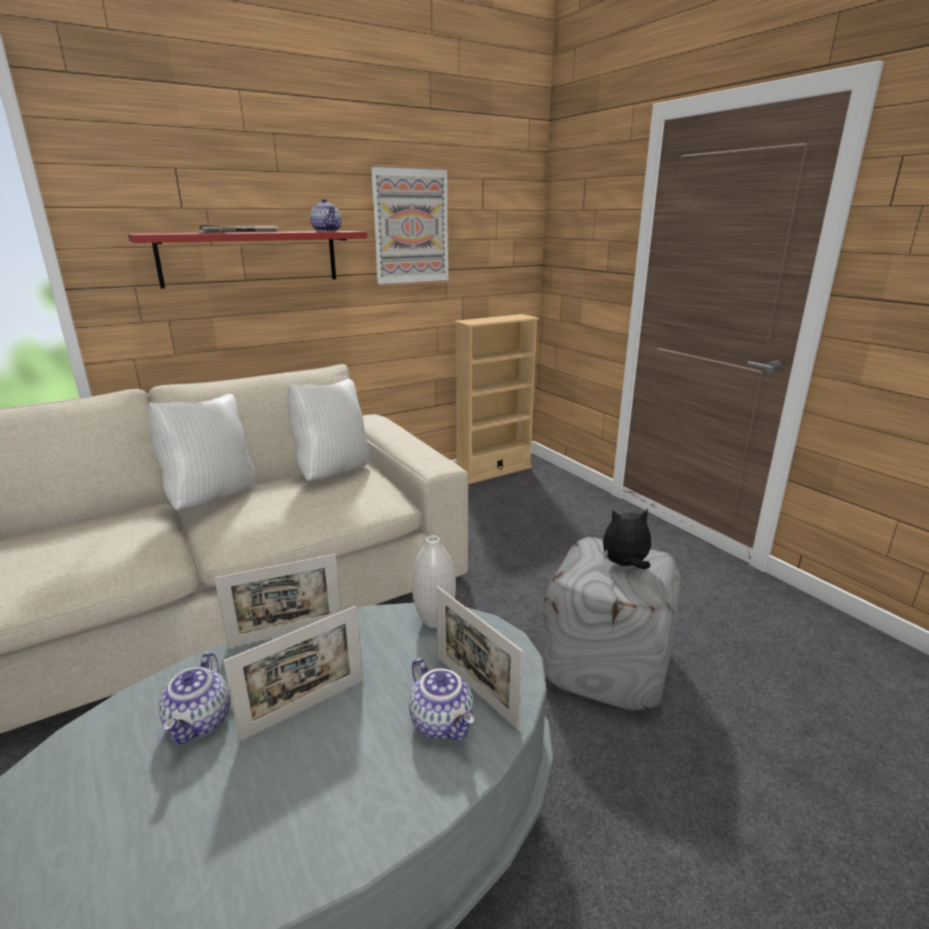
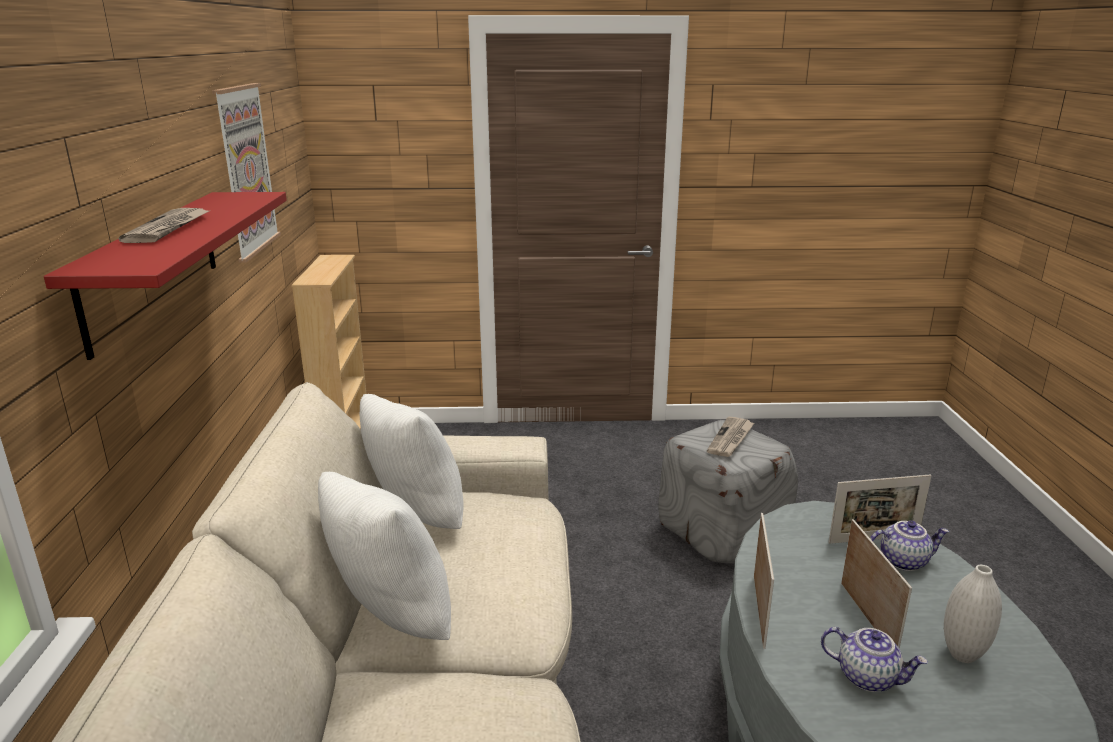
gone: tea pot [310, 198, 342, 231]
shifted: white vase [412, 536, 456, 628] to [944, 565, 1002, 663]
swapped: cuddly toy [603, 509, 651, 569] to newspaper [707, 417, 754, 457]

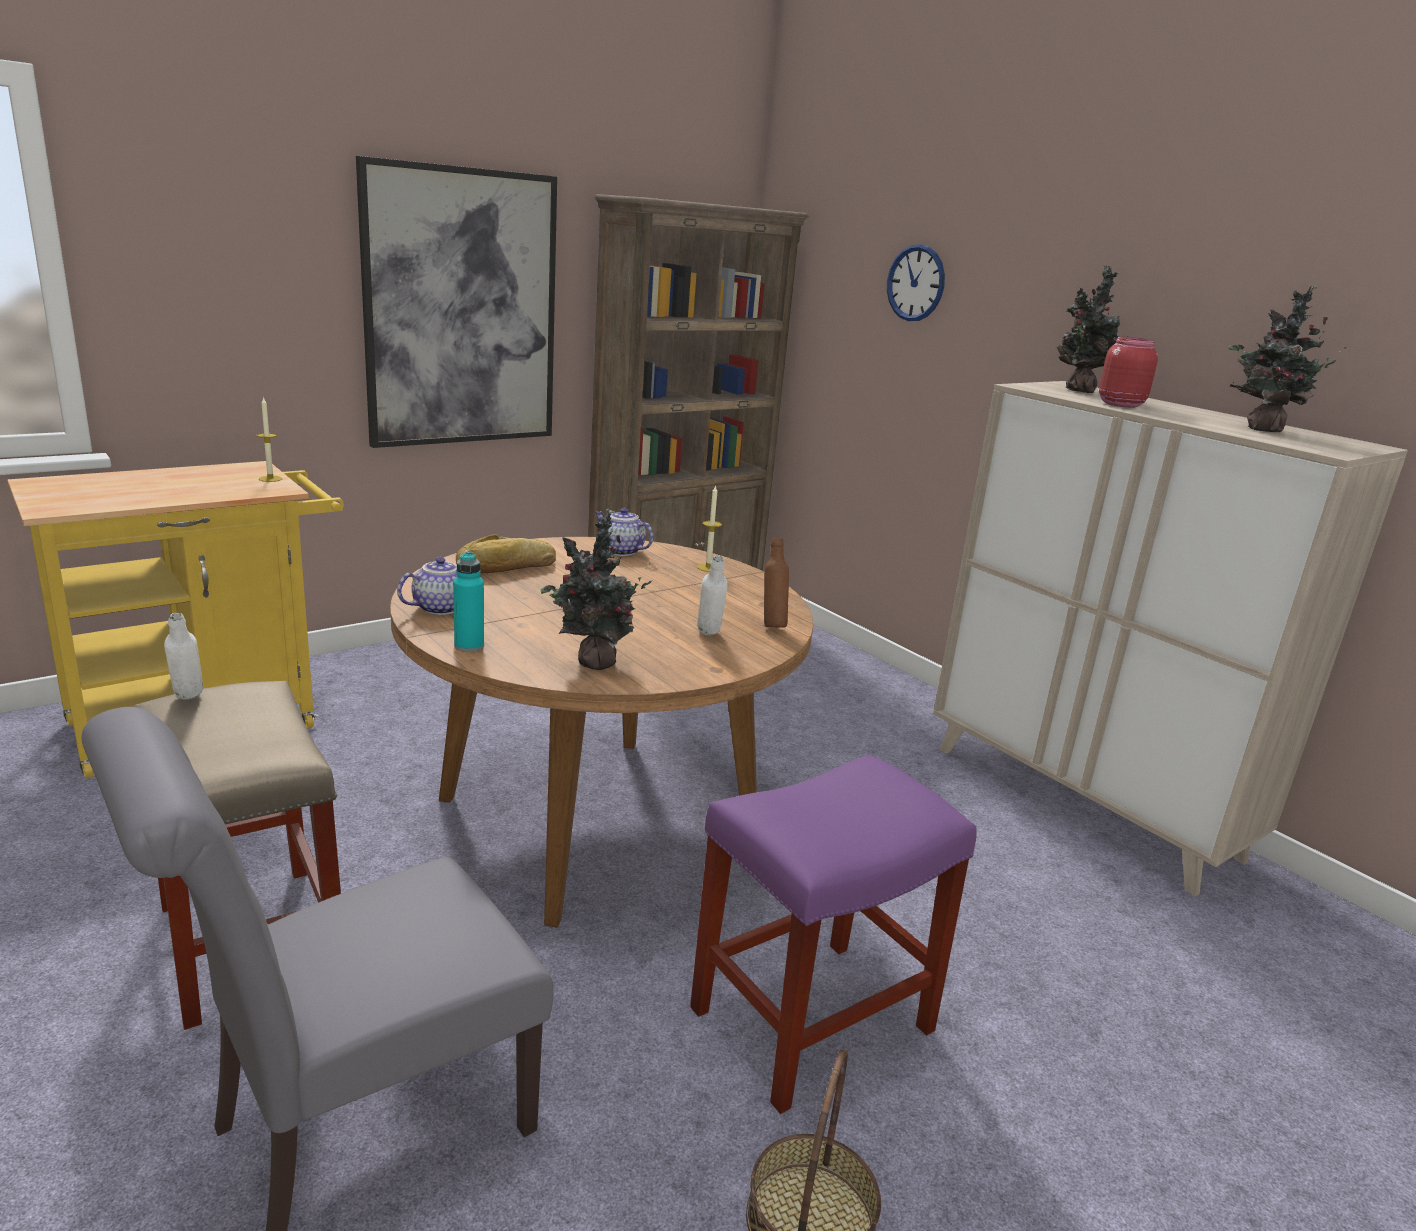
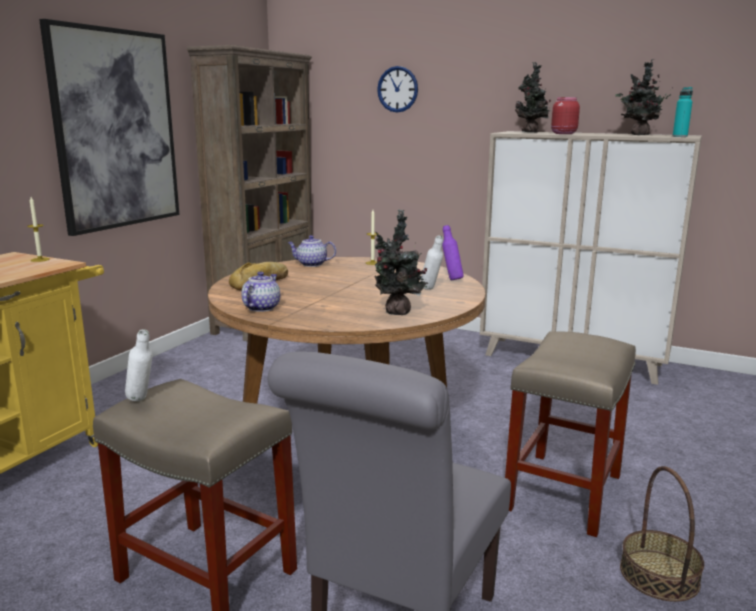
shifted: blue-green beverage bottle [453, 552, 484, 652] to [672, 87, 693, 137]
repainted: purplish sitting stool [690, 754, 977, 1114] to beige sitting stool [505, 331, 636, 537]; brownish beverage bottle [764, 538, 789, 628] to purplish beverage bottle [442, 225, 463, 280]

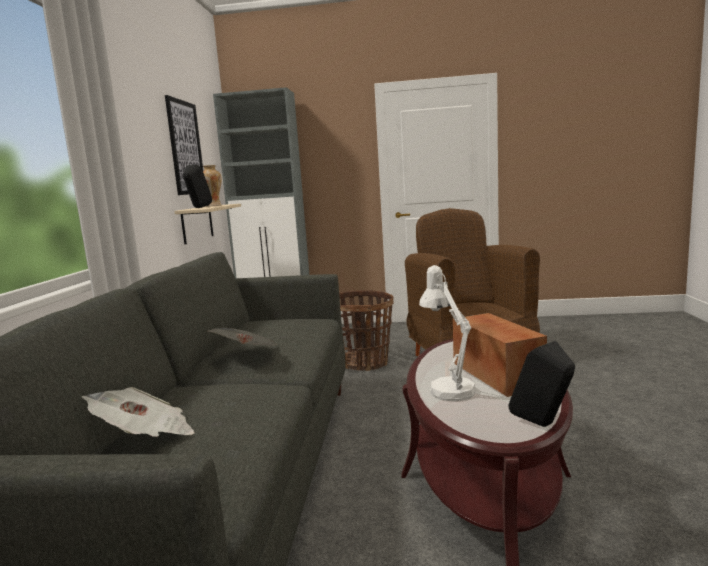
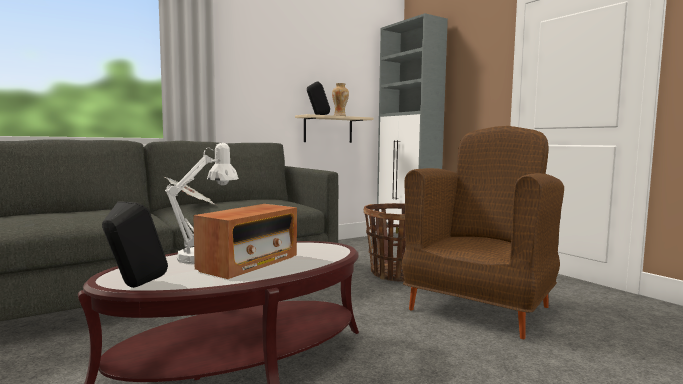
gone: newspaper [81, 387, 195, 437]; picture [165, 95, 203, 195]

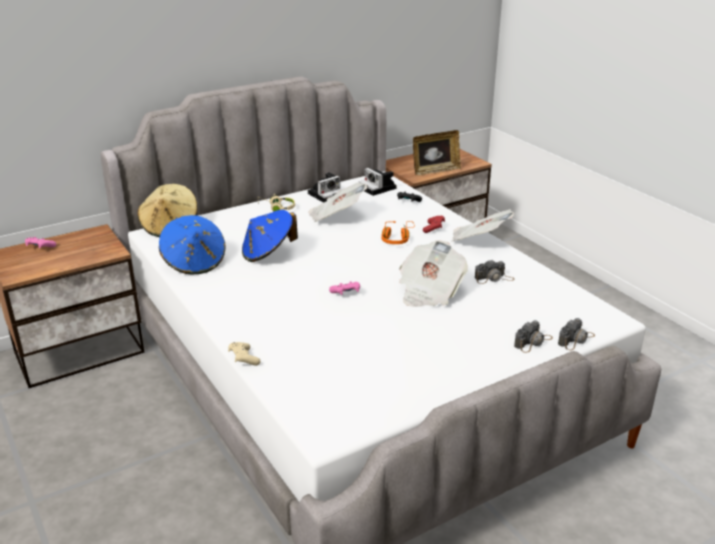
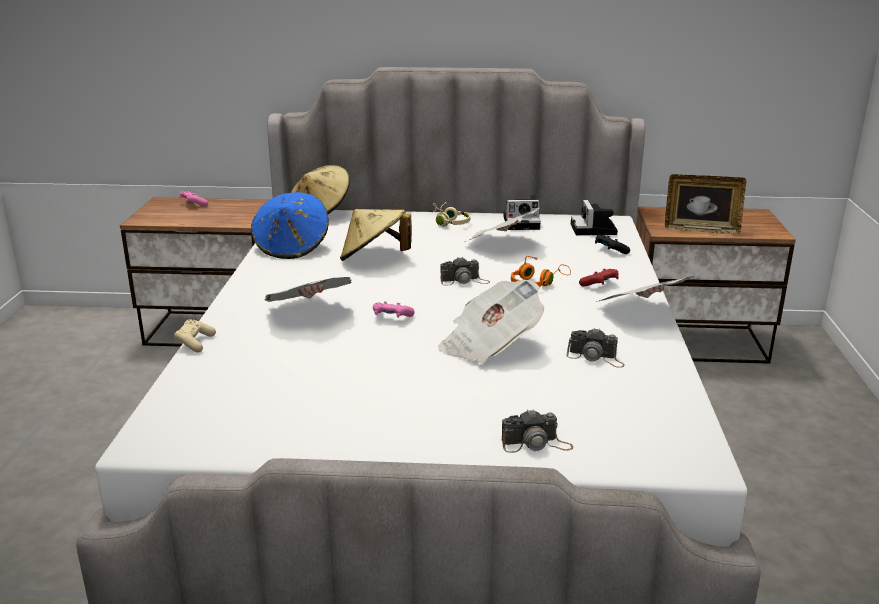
new: newspaper [265, 277, 352, 302]
shifted: still camera [558, 318, 595, 350] to [440, 257, 490, 286]
repainted: bluish clothing hat [242, 210, 298, 262] to beige clothing hat [340, 209, 412, 261]

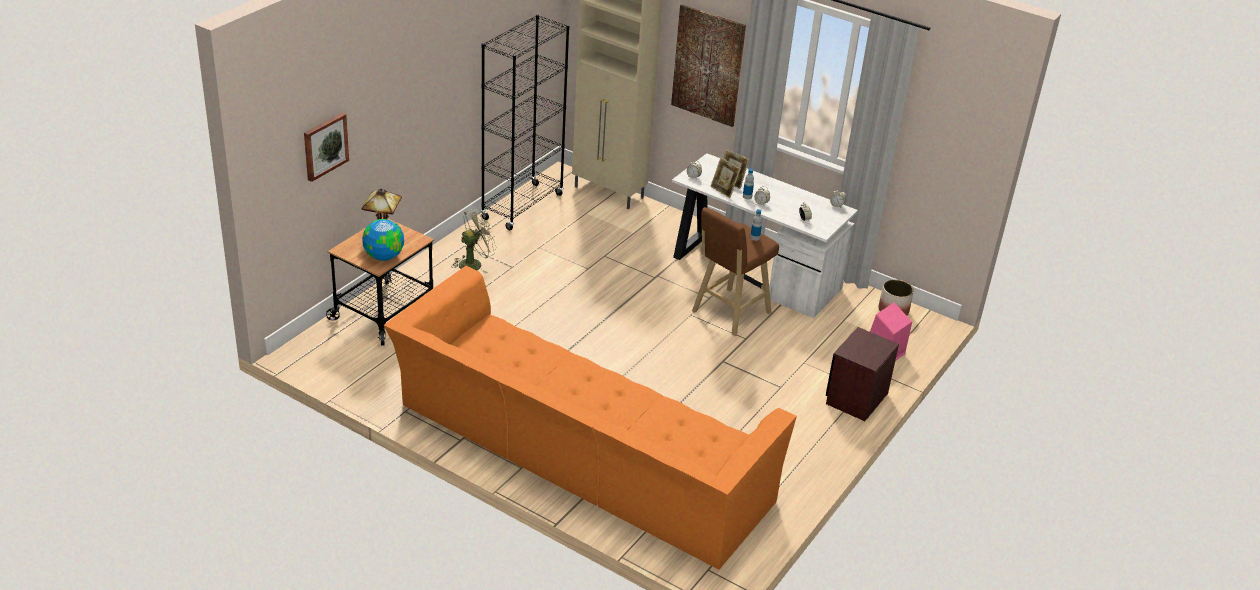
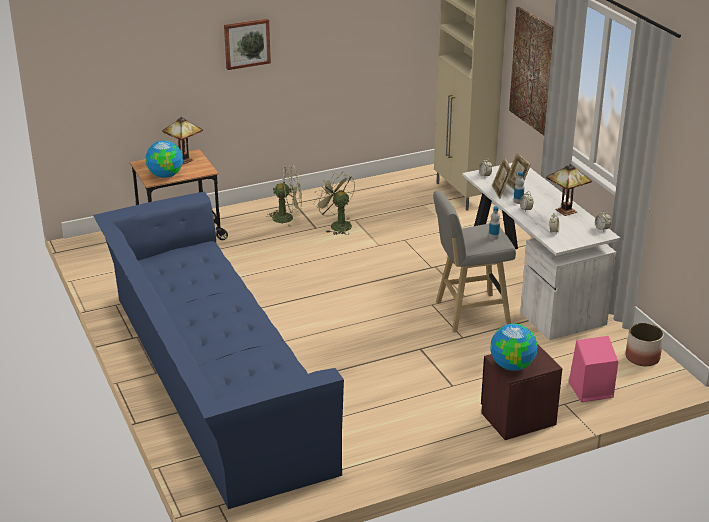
gone: blackish shelving unit [481, 14, 569, 230]
new: green-coloured fan [314, 172, 355, 235]; globe [490, 324, 538, 371]; tabletop lamp [546, 164, 592, 216]
shifted: picture [304, 112, 349, 182] to [224, 19, 271, 70]
repainted: orange-coloured couch [384, 266, 797, 570] to bluish couch [93, 191, 344, 509]; brownish sitting stool [692, 207, 779, 336] to grey sitting stool [433, 190, 516, 332]

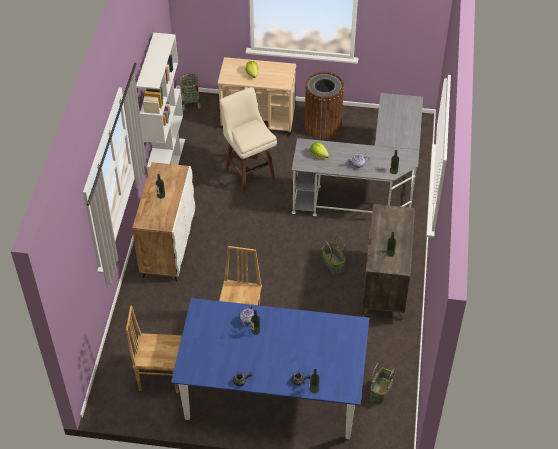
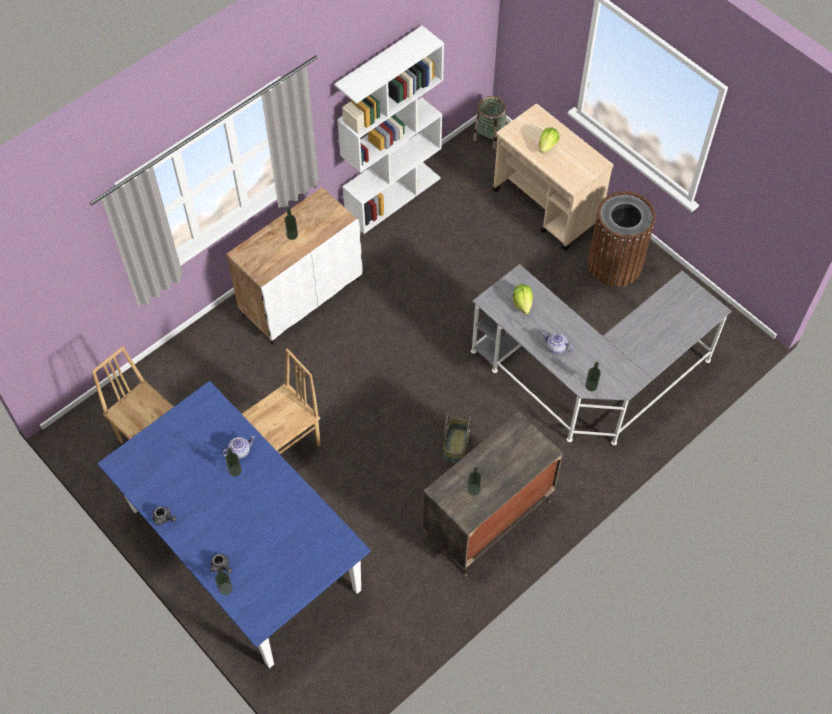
gone: beige sitting stool [220, 87, 277, 193]; storage basket [370, 363, 395, 403]

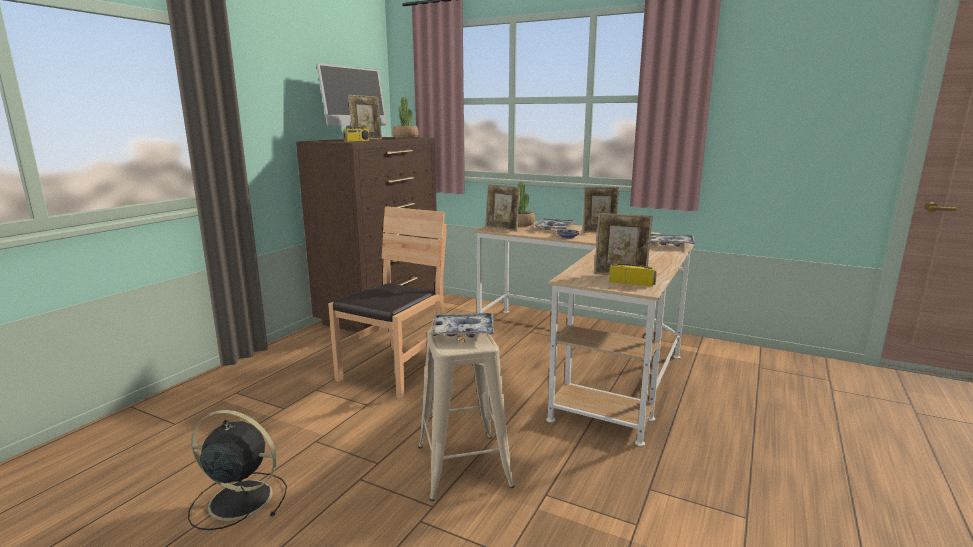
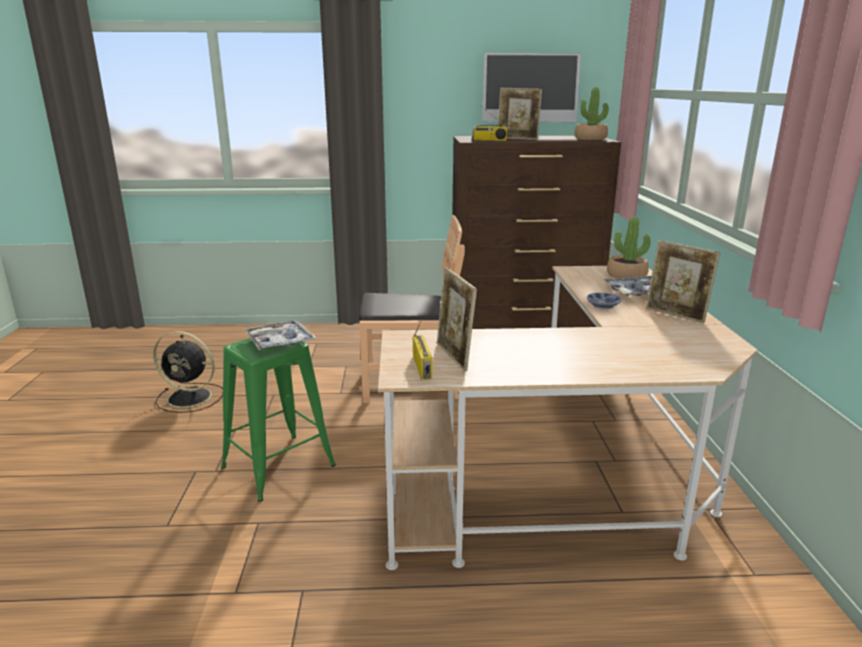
gone: picture frame [485, 184, 521, 232]; carrying tray [650, 234, 695, 247]
repainted: beige sitting stool [418, 330, 515, 501] to green-coloured sitting stool [221, 338, 336, 502]
rotated: blackish fan [188, 410, 287, 530] = [153, 331, 223, 413] 120 degrees clockwise

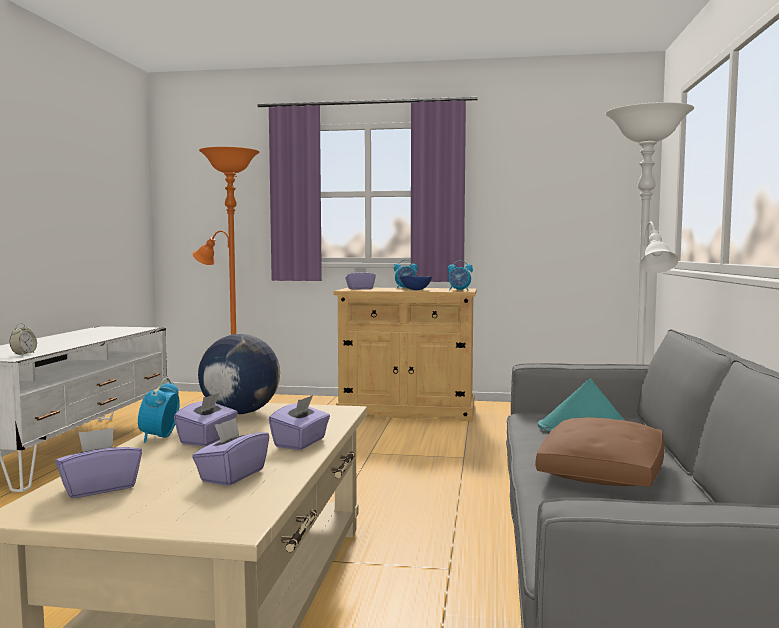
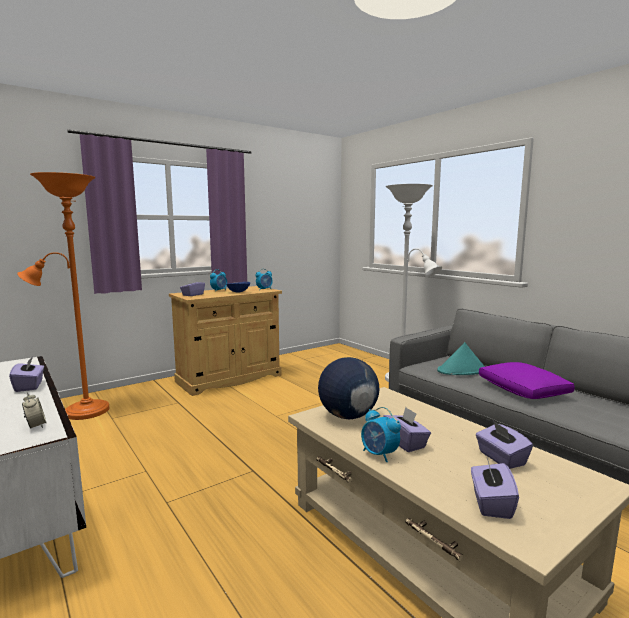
shifted: purplish tissue box [269, 395, 330, 450] to [9, 357, 44, 392]
repainted: brownish pillow [536, 417, 664, 487] to purplish pillow [479, 362, 575, 399]

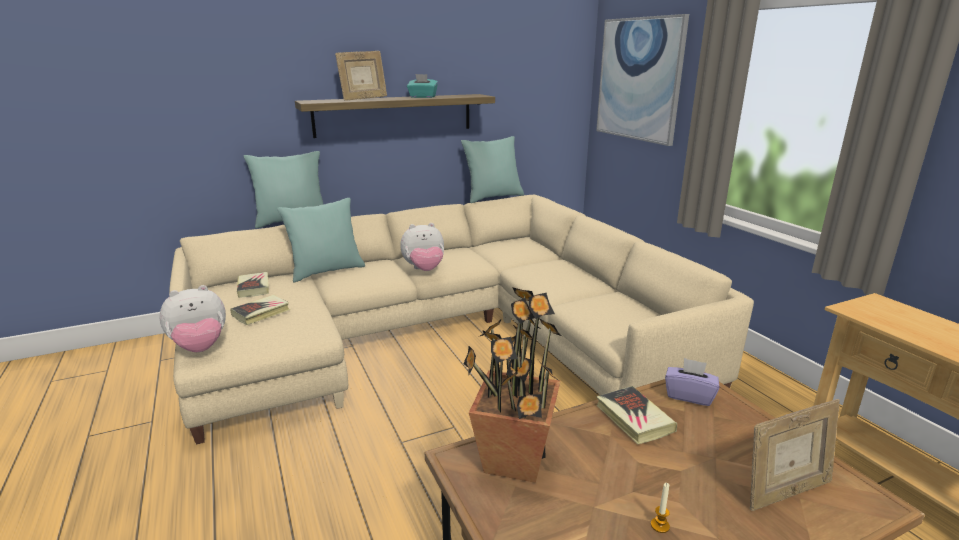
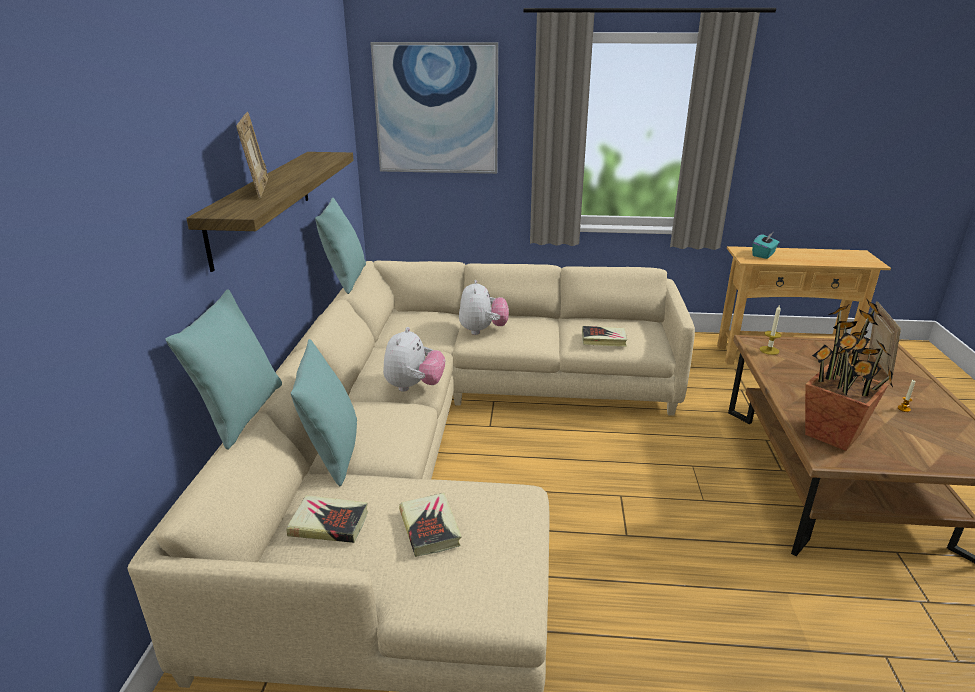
shifted: cuddly toy [159, 285, 226, 352] to [459, 280, 509, 335]; blue-green tissue box [407, 74, 438, 98] to [752, 232, 779, 259]; volume [596, 386, 677, 444] to [582, 326, 627, 347]
swapped: purplish tissue box [665, 358, 719, 406] to wax candle [760, 304, 782, 355]

